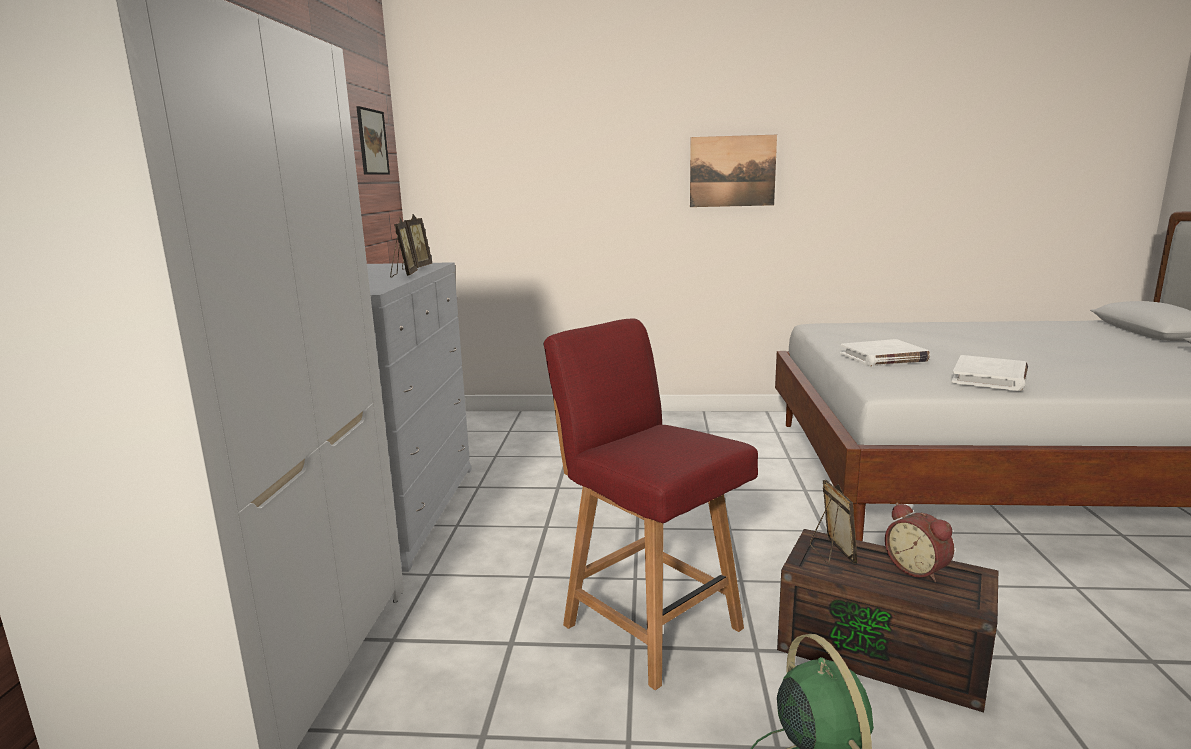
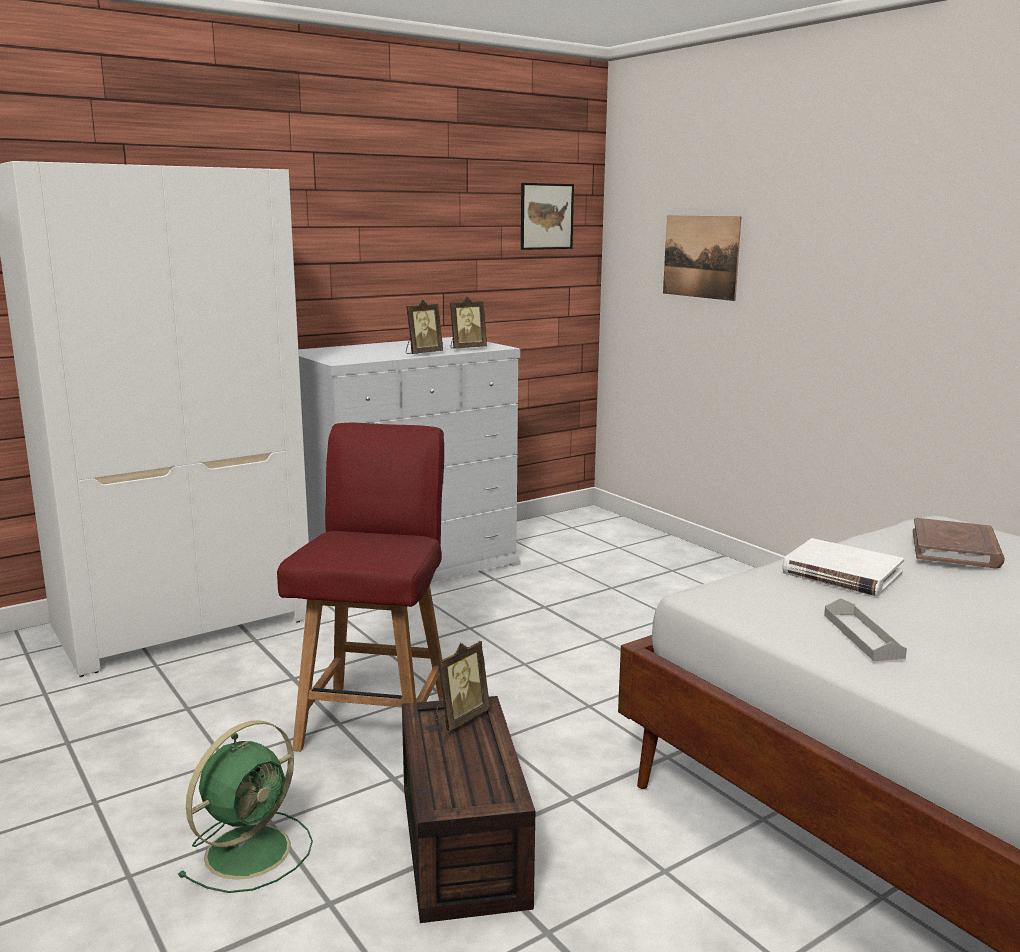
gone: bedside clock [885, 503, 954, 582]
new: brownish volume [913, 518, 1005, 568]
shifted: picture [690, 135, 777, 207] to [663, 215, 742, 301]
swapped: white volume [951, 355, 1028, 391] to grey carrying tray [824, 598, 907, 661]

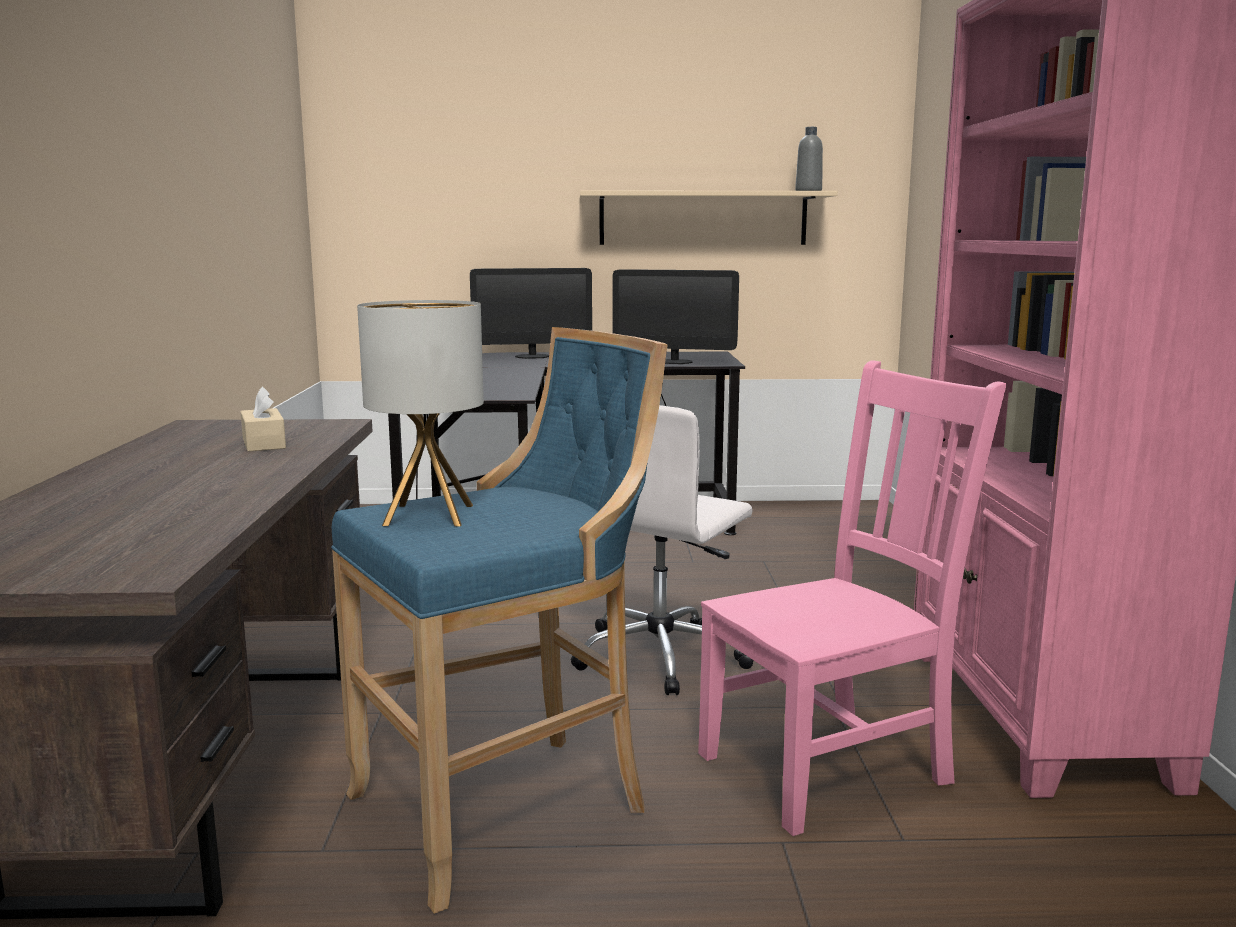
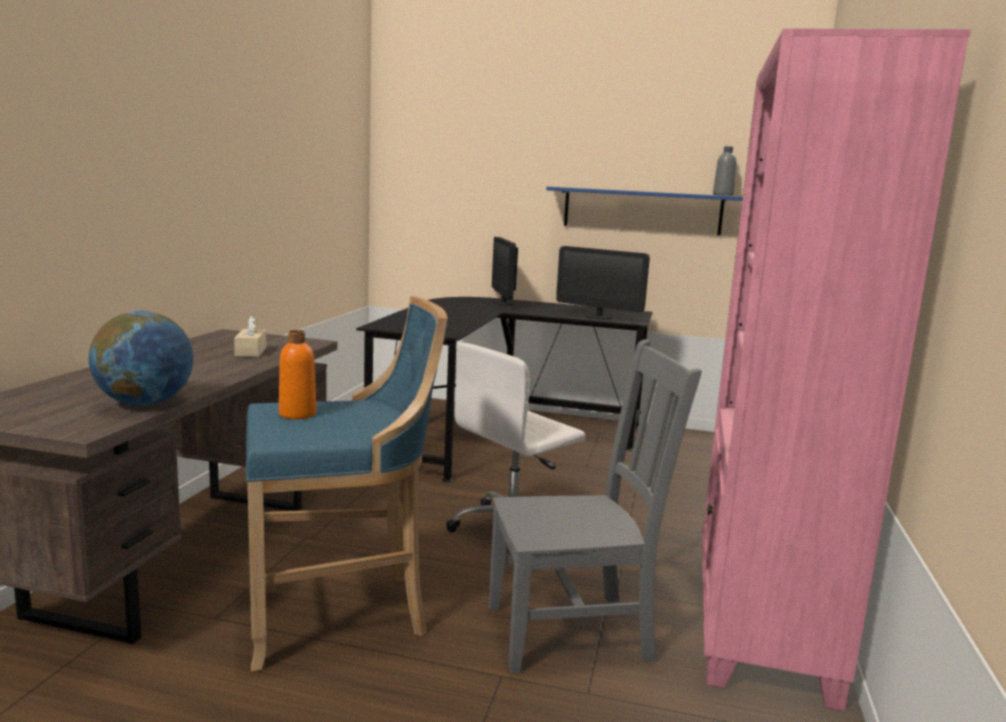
new: globe [88, 311, 193, 406]
swapped: tabletop lamp [357, 300, 484, 527] to orange-coloured beverage bottle [279, 330, 316, 419]
repainted: beige bracket shelf [580, 191, 838, 245] to bluish bracket shelf [546, 187, 742, 236]; pinkish plain chair [698, 360, 1007, 836] to grey plain chair [489, 339, 702, 674]
rotated: computer display [470, 268, 592, 359] = [492, 237, 518, 305] 75 degrees clockwise

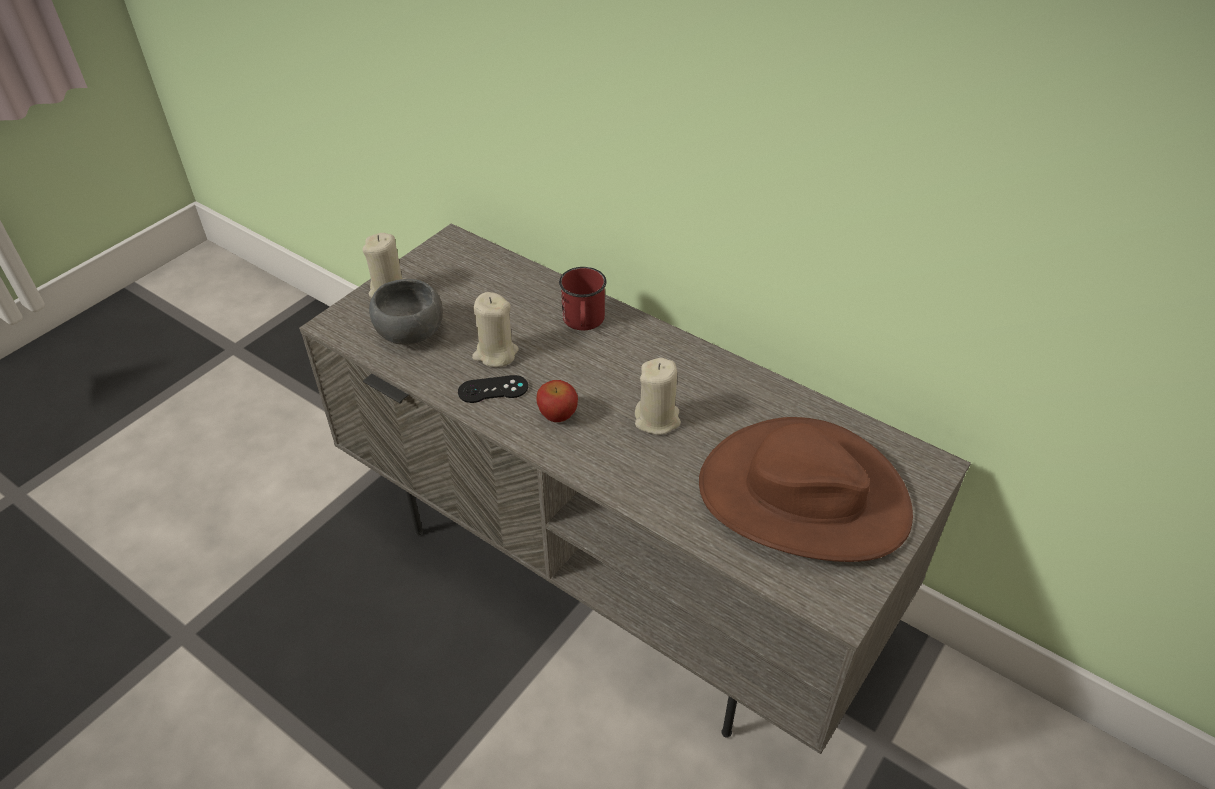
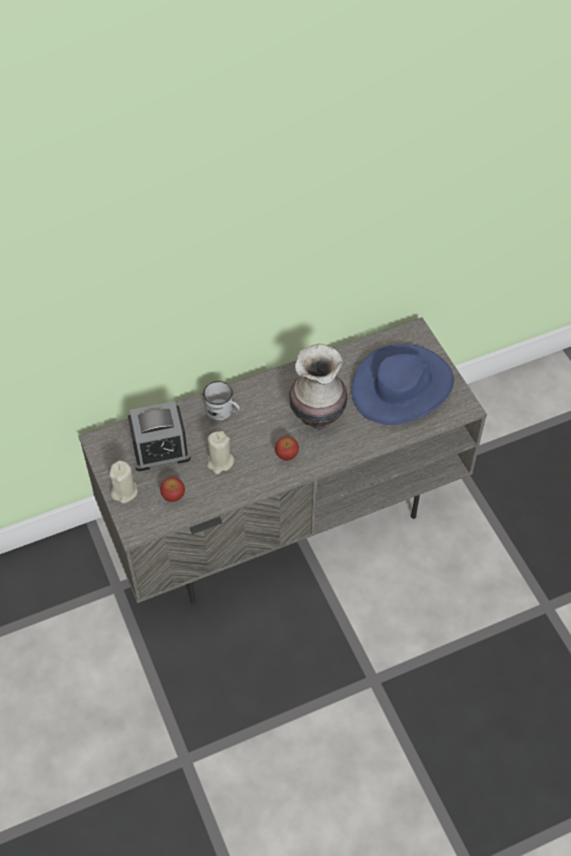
gone: blackish joypad [458, 375, 528, 403]
new: bedside clock [128, 401, 191, 471]
swapped: grey deep dish [369, 279, 443, 345] to whole apple [160, 477, 185, 502]; beige wax candle [635, 358, 681, 435] to vase [289, 344, 347, 430]
repainted: reddish coffee mug [559, 267, 606, 330] to white coffee mug [203, 381, 240, 420]; brownish clothing hat [699, 417, 913, 562] to bluish clothing hat [351, 344, 454, 425]

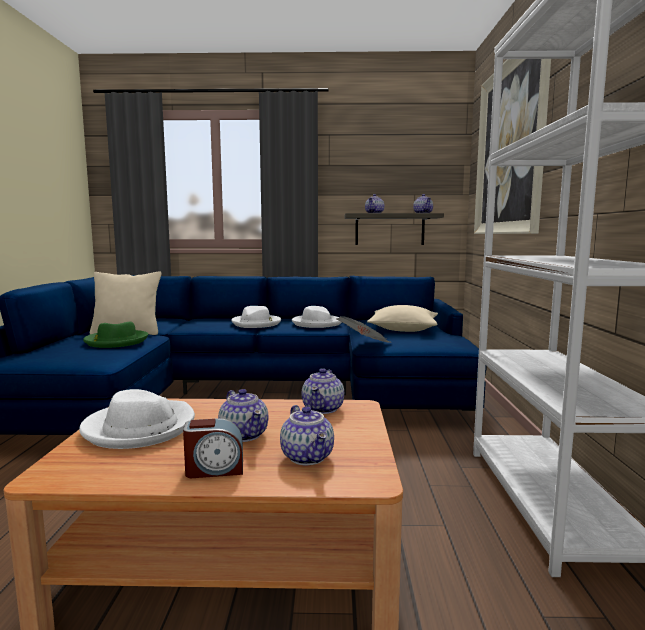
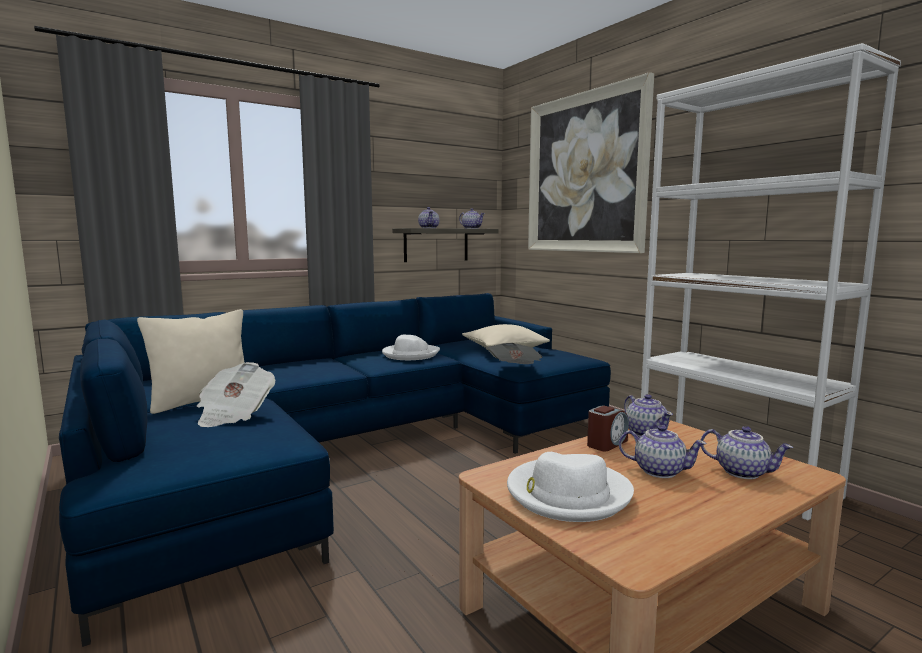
gone: white clothing hat [231, 306, 281, 328]
shifted: bedside clock [183, 418, 243, 478] to [587, 406, 629, 451]
swapped: green-coloured clothing hat [83, 322, 149, 348] to newspaper [197, 362, 276, 427]

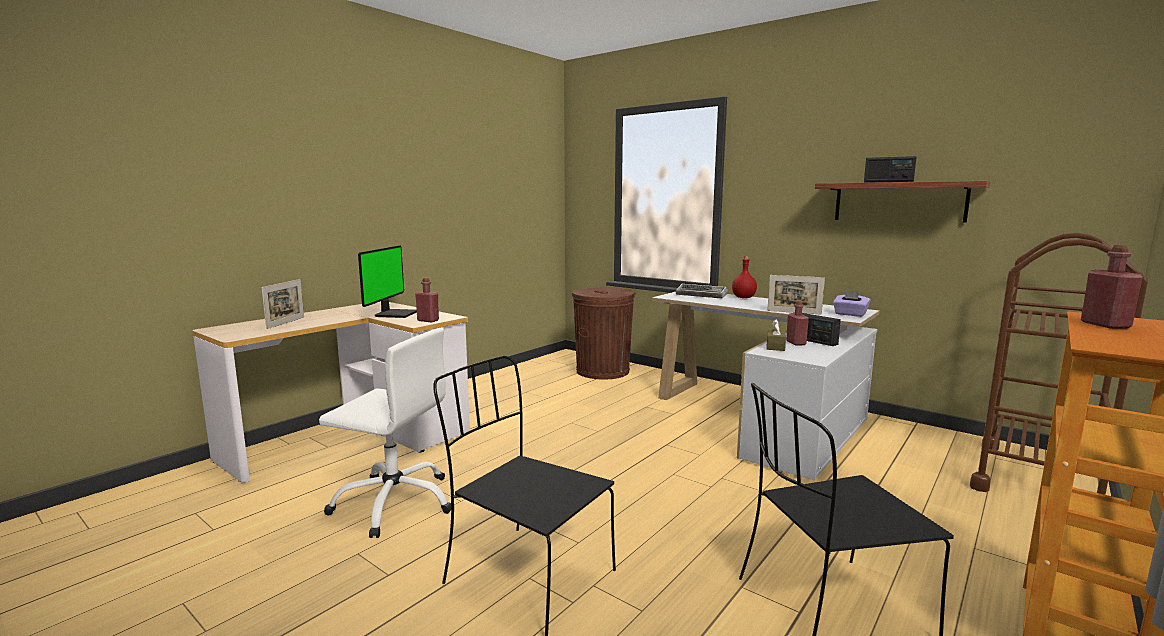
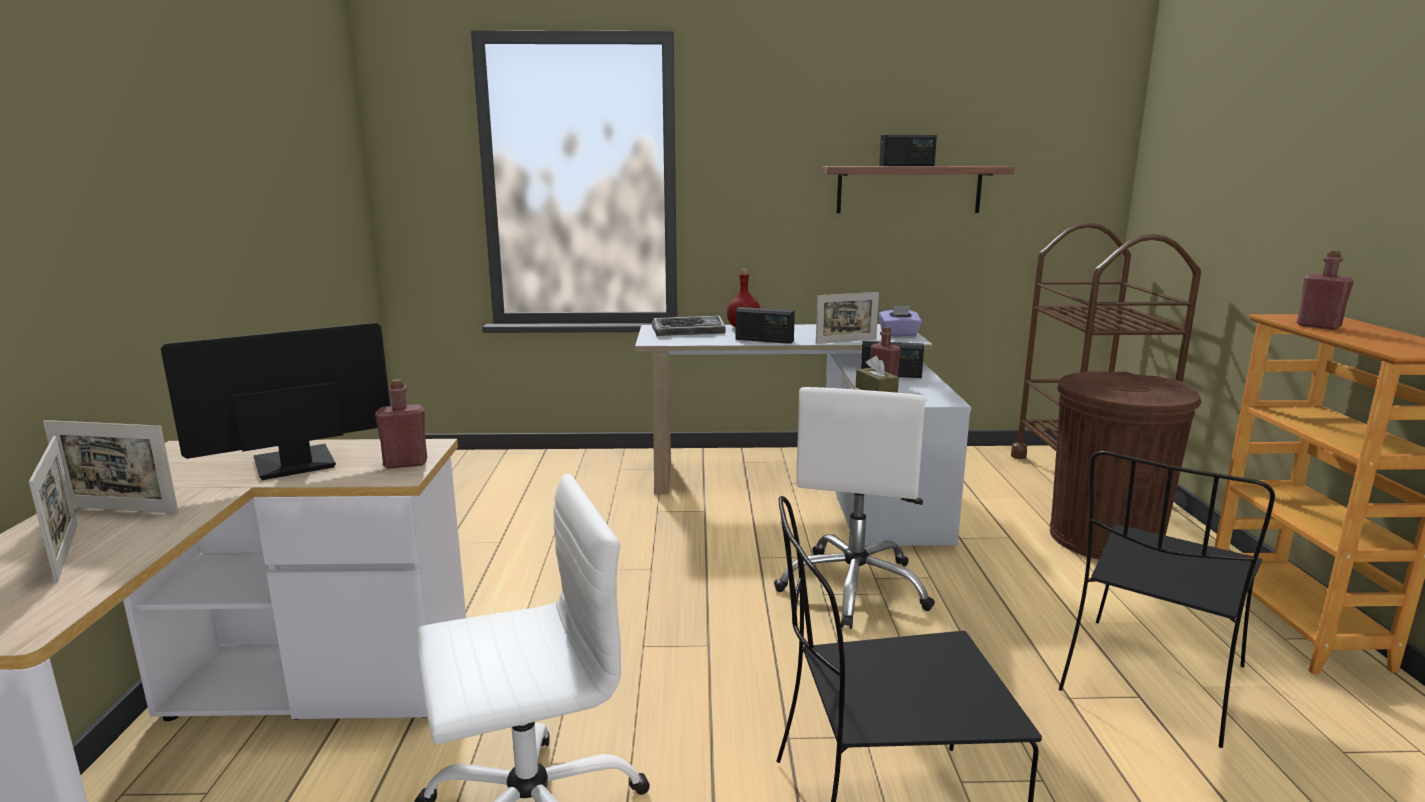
new: picture frame [43, 420, 179, 514]; radio receiver [736, 307, 795, 344]; white computer chair [774, 387, 935, 629]
shifted: brownish trash can [572, 287, 636, 379] to [1050, 371, 1202, 560]
rotated: computer display [358, 245, 417, 318] = [161, 322, 390, 480] 90 degrees counterclockwise

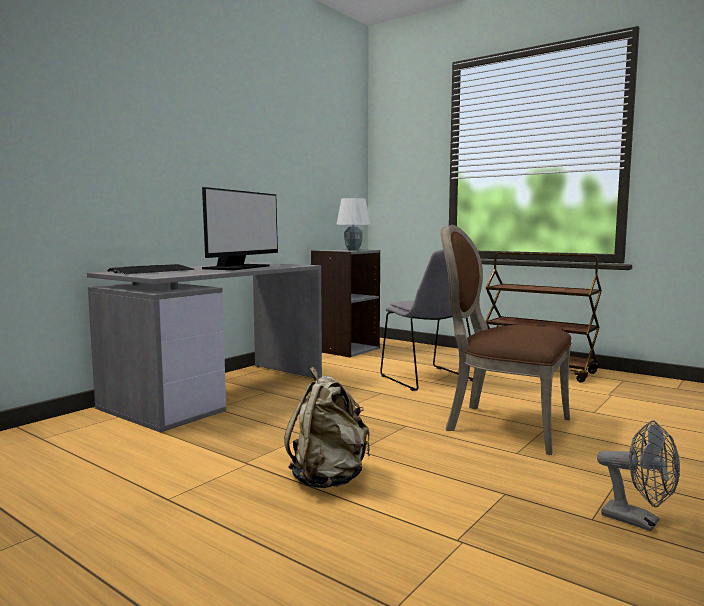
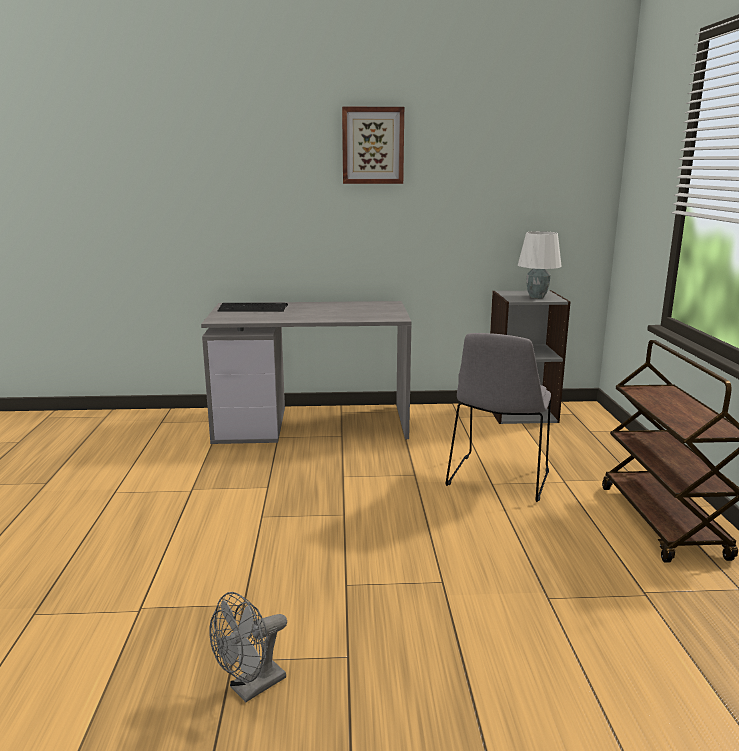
gone: computer display [202, 187, 278, 270]; beige backpack [284, 367, 370, 488]; brownish plain chair [440, 225, 571, 455]
new: picture [342, 107, 404, 184]
rotated: grey fan [597, 421, 680, 531] = [209, 592, 287, 702] 45 degrees clockwise

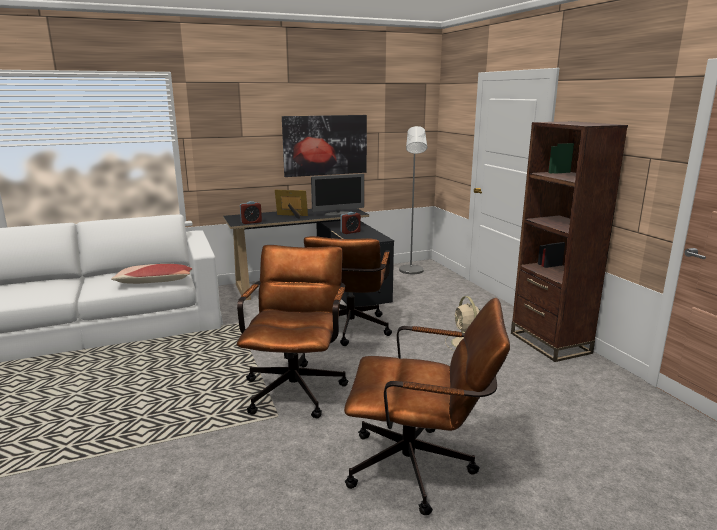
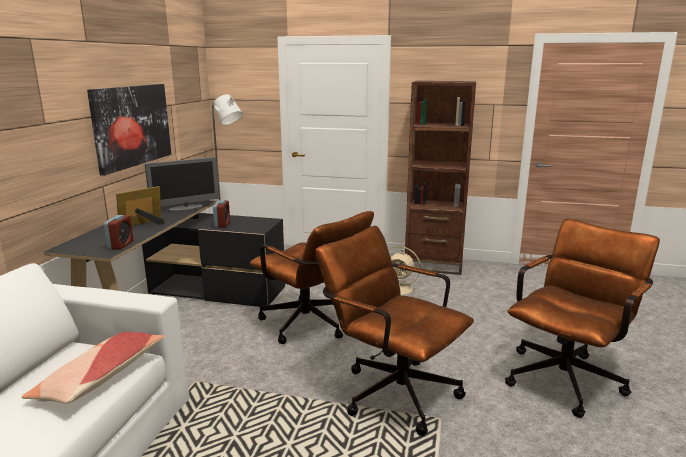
rotated: computer display [311, 174, 364, 216] = [145, 157, 219, 212] 45 degrees clockwise

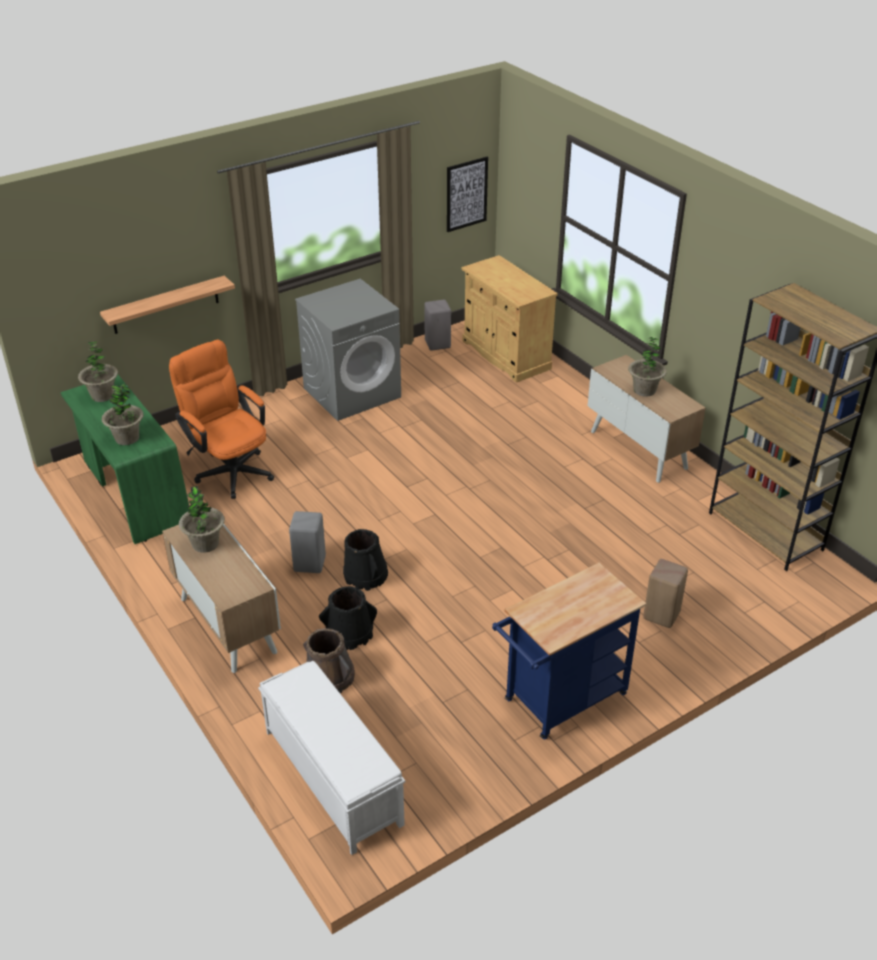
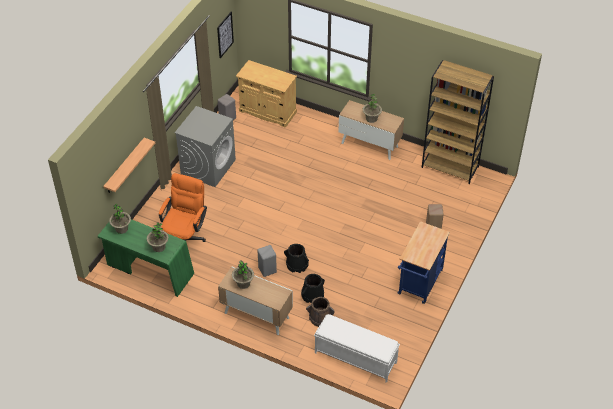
rotated: orange-coloured computer chair [169, 340, 274, 499] = [159, 173, 207, 242] 90 degrees clockwise

